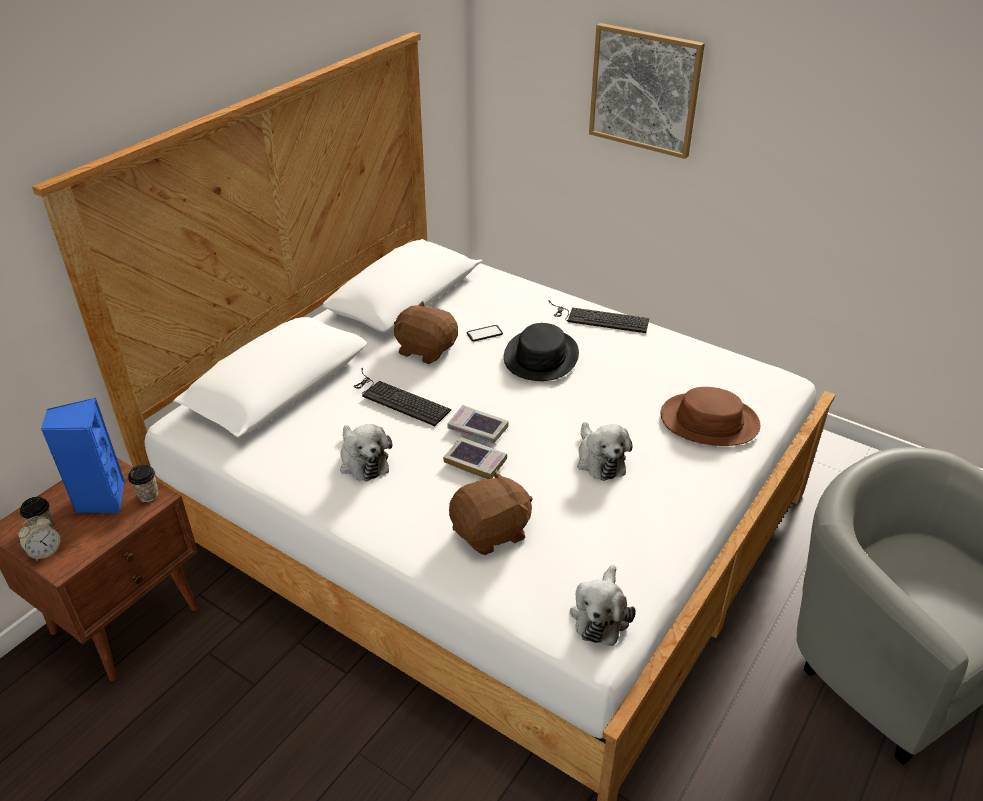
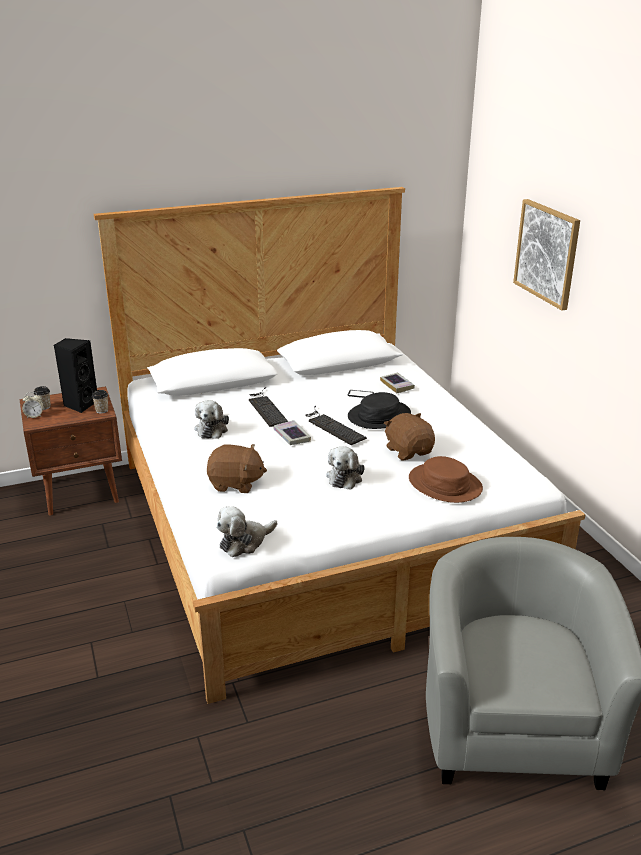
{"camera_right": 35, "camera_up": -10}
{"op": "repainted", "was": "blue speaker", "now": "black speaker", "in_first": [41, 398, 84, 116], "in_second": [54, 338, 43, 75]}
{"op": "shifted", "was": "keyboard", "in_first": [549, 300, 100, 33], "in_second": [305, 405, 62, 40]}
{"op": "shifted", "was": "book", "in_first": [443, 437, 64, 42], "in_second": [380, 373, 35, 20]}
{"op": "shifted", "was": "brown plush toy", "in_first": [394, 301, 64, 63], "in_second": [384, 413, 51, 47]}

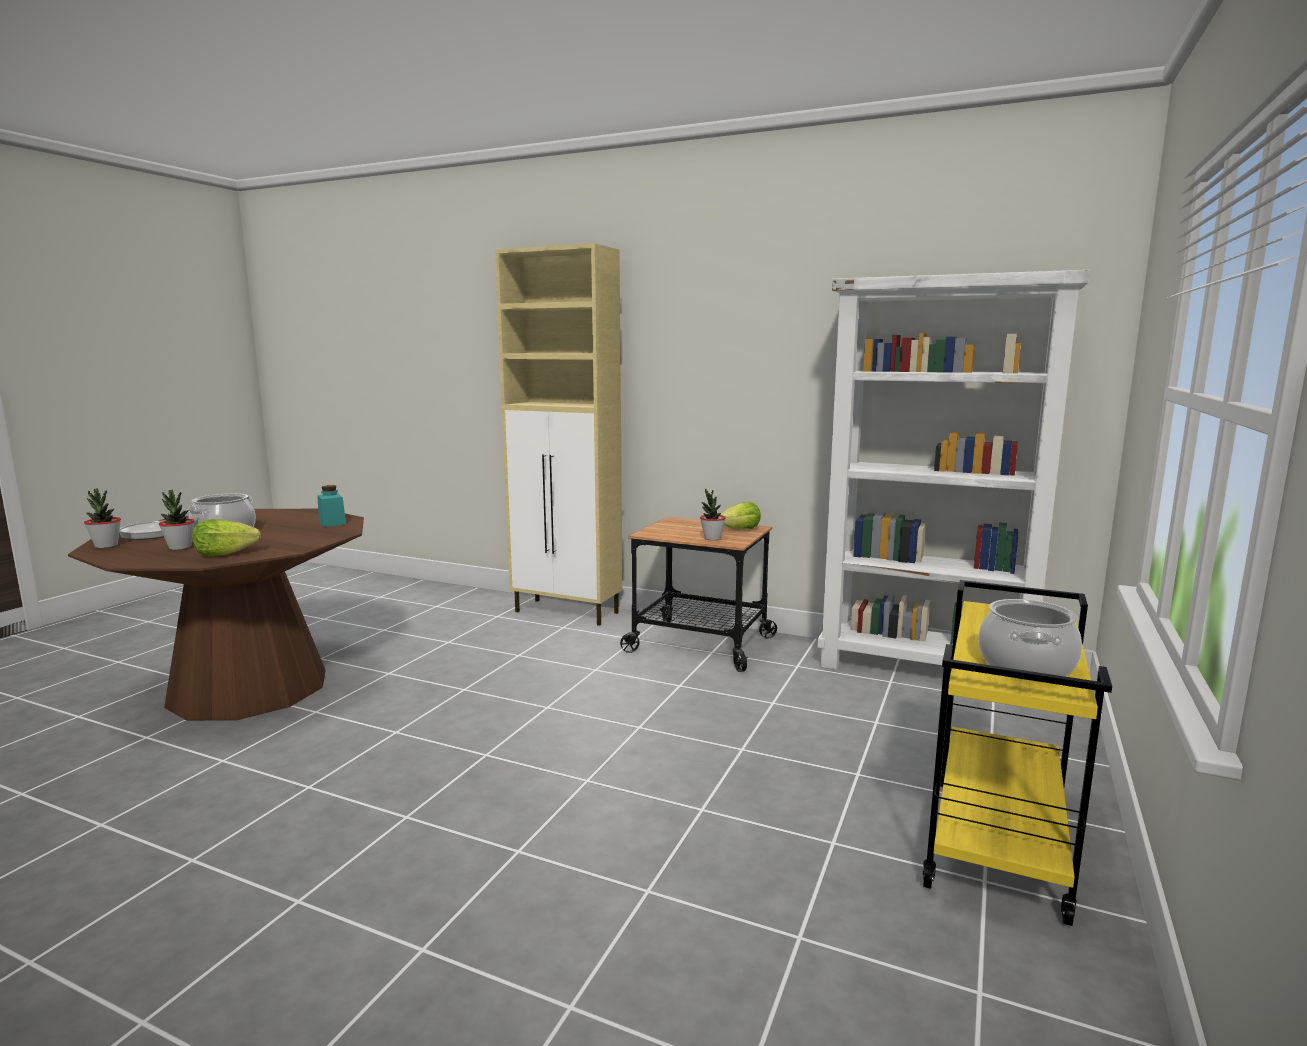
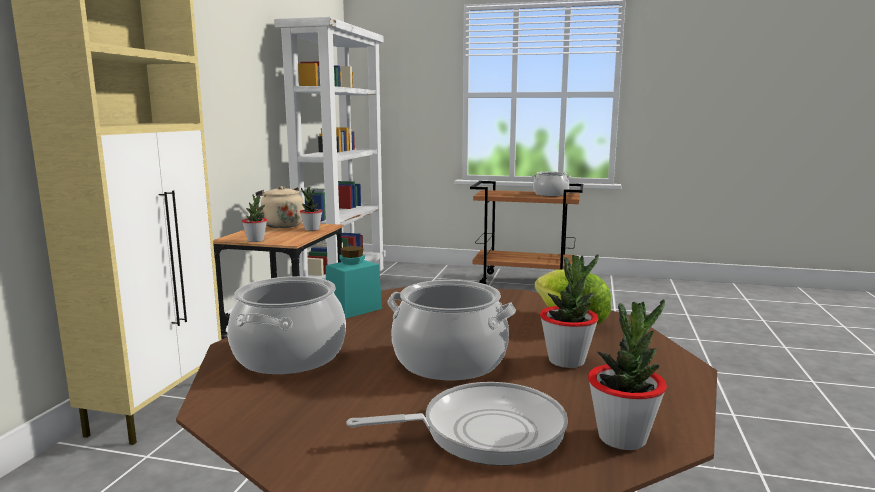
{"camera_right": -100, "camera_up": 0}
{"op": "new", "now": "cooking pot", "in_second": [227, 276, 119, 98]}
{"op": "new", "now": "potted plant", "in_second": [242, 194, 25, 48]}
{"op": "swapped", "was": "lettuce", "now": "beige kettle", "in_first": [720, 502, 41, 28], "in_second": [253, 186, 51, 42]}
{"op": "repainted", "was": "yellow cart", "now": "brown cart", "in_first": [923, 580, 189, 346], "in_second": [470, 181, 113, 103]}

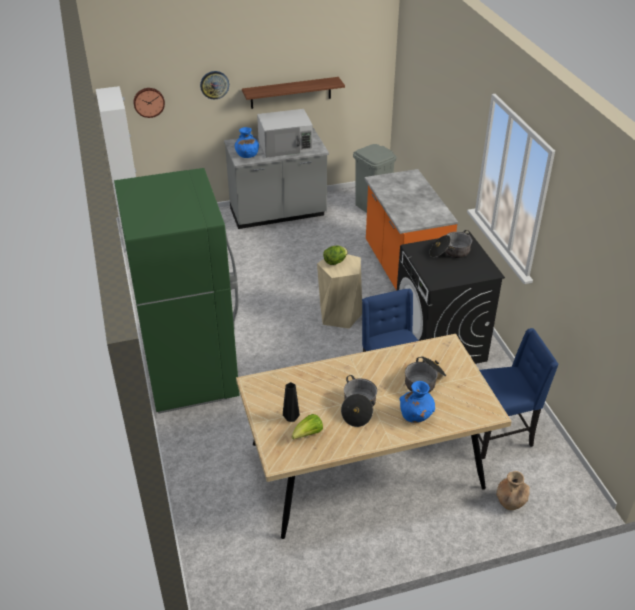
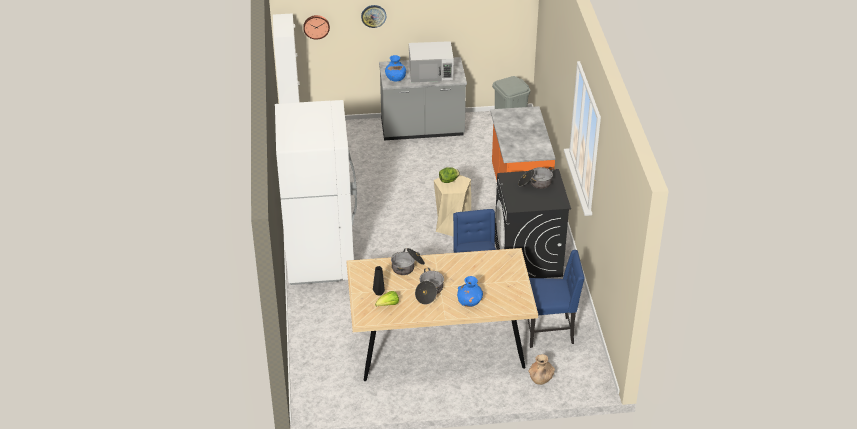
{"camera_right": 10, "camera_up": 0}
{"op": "repainted", "was": "green fridge", "now": "white fridge", "in_first": [114, 168, 126, 245], "in_second": [275, 100, 82, 185]}
{"op": "shifted", "was": "cooking pot", "in_first": [405, 356, 41, 37], "in_second": [391, 248, 34, 27]}
{"op": "gone", "was": "shelf", "in_first": [242, 77, 103, 32]}

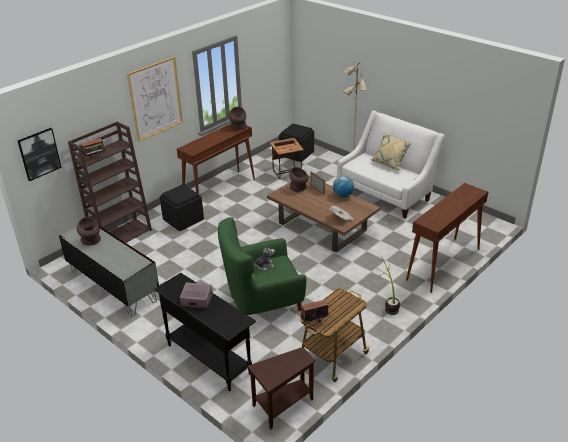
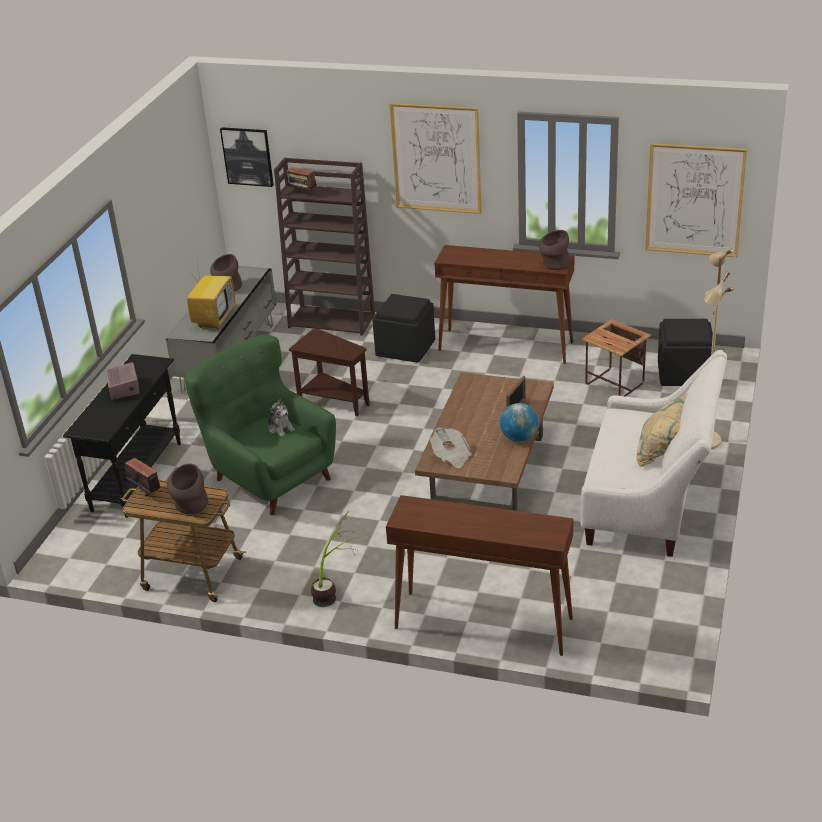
{"camera_right": 65, "camera_up": 0}
{"op": "shifted", "was": "brown vase", "in_first": [290, 167, 19, 25], "in_second": [167, 464, 41, 50]}
{"op": "new", "now": "television", "in_second": [187, 258, 48, 71]}
{"op": "shifted", "was": "brown side table", "in_first": [248, 347, 67, 83], "in_second": [289, 328, 81, 88]}
{"op": "new", "now": "picture", "in_second": [645, 143, 102, 114]}

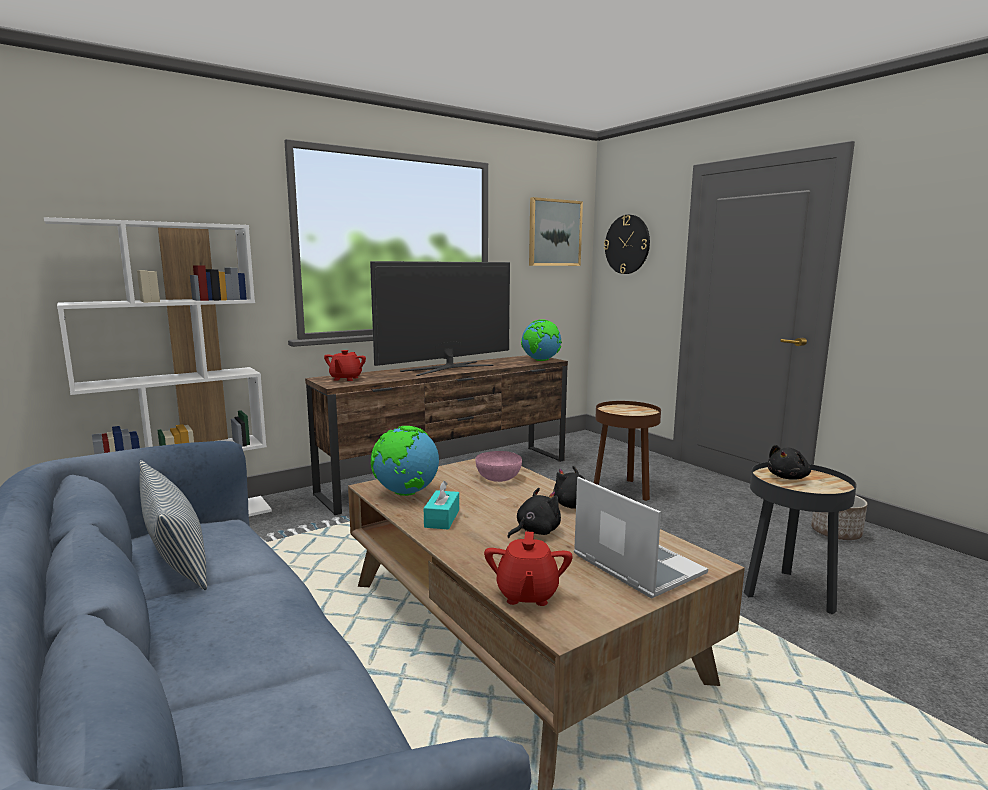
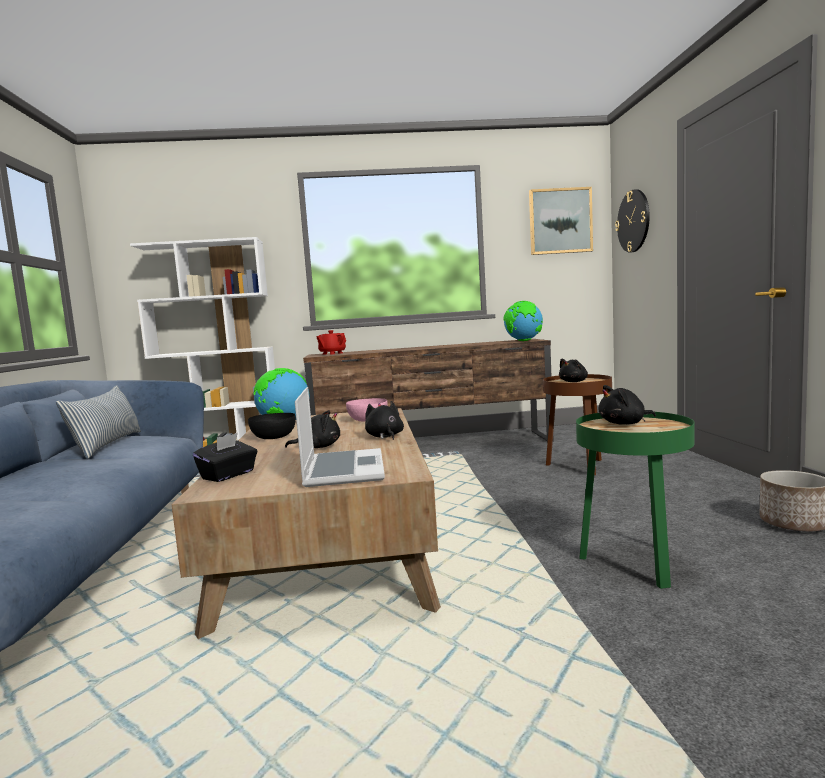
{"camera_right": 30, "camera_up": -5}
{"op": "swapped", "was": "red teapot", "now": "black tissue box", "in_first": [484, 531, 89, 75], "in_second": [193, 433, 64, 49]}
{"op": "swapped", "was": "turquoise tissue box", "now": "black bowl", "in_first": [424, 481, 35, 49], "in_second": [248, 413, 48, 26]}
{"op": "new", "now": "black plush toy", "in_second": [559, 359, 29, 23]}
{"op": "repainted", "was": "black side table", "now": "green side table", "in_first": [744, 462, 113, 152], "in_second": [576, 412, 118, 177]}
{"op": "gone", "was": "television", "in_first": [370, 261, 140, 115]}

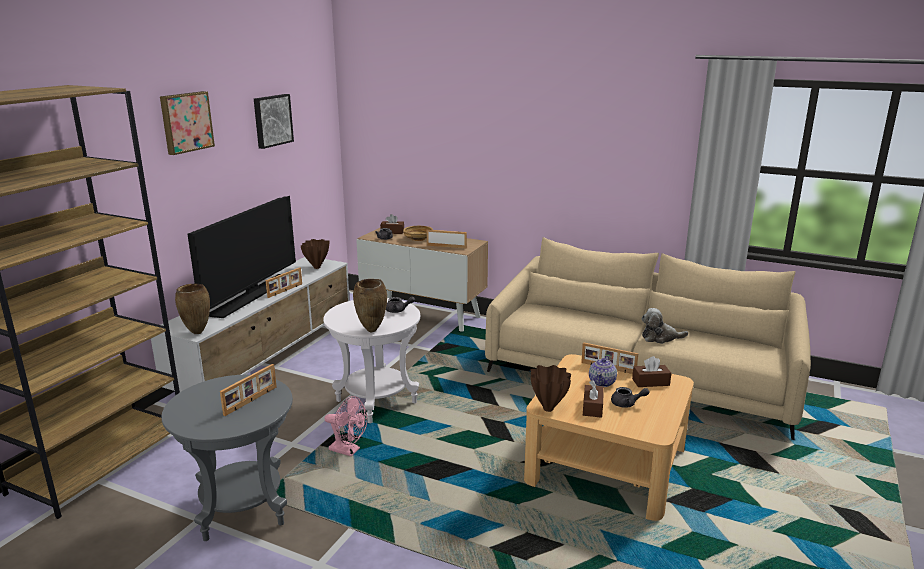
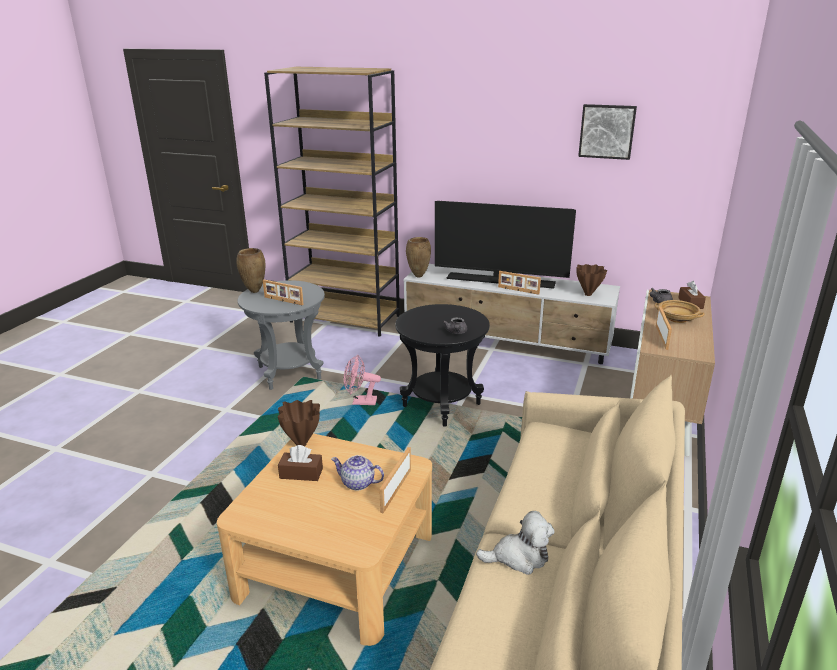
{"camera_right": 85, "camera_up": 5}
{"op": "shifted", "was": "brown vase", "in_first": [353, 279, 34, 53], "in_second": [236, 248, 29, 45]}
{"op": "rotated", "was": "pink fan", "in_first": [324, 396, 43, 60], "in_second": [344, 355, 37, 50], "clockwise": 75}
{"op": "repainted", "was": "white side table", "now": "black side table", "in_first": [323, 298, 97, 125], "in_second": [395, 304, 95, 123]}
{"op": "rotated", "was": "plush toy", "in_first": [642, 308, 46, 36], "in_second": [476, 511, 79, 64], "clockwise": 90}
{"op": "gone", "was": "picture", "in_first": [160, 91, 55, 64]}
{"op": "gone", "was": "grey teapot", "in_first": [611, 387, 38, 21]}
{"op": "gone", "was": "brown tissue box", "in_first": [632, 356, 39, 31]}

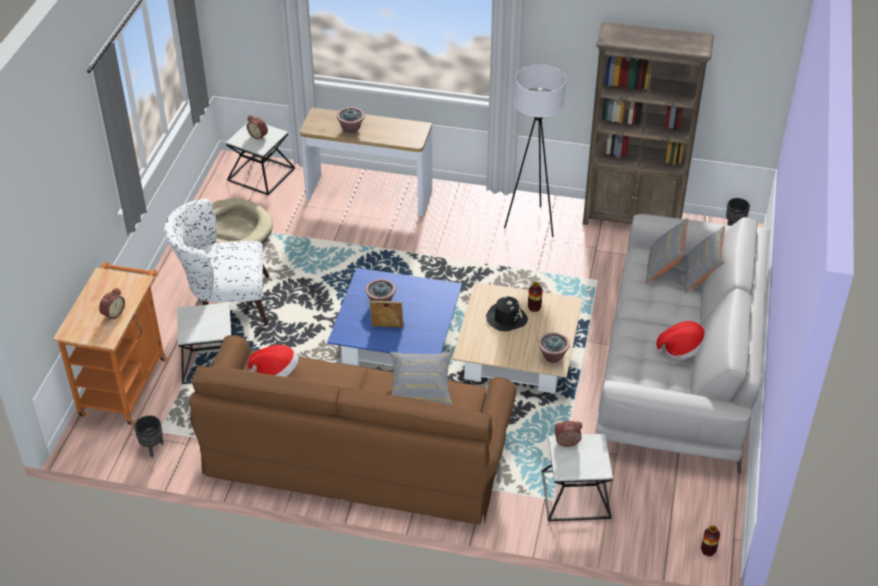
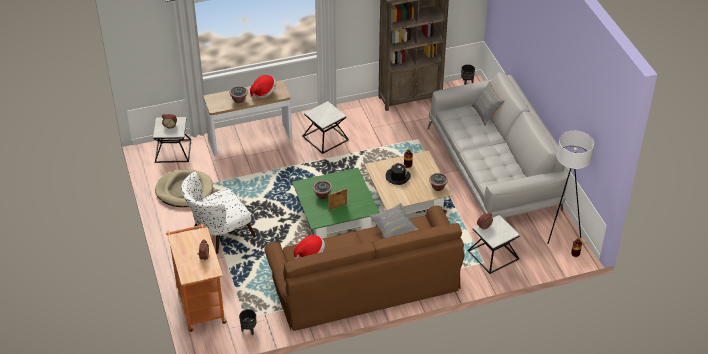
{"camera_right": -30, "camera_up": 0}
{"op": "shifted", "was": "hat", "in_first": [656, 321, 49, 38], "in_second": [250, 75, 26, 23]}
{"op": "repainted", "was": "blue coffee table", "now": "green coffee table", "in_first": [327, 268, 135, 98], "in_second": [292, 168, 88, 70]}
{"op": "shifted", "was": "side table", "in_first": [177, 302, 57, 82], "in_second": [302, 101, 47, 53]}
{"op": "shifted", "was": "white floor lamp", "in_first": [504, 64, 62, 173], "in_second": [547, 131, 47, 113]}
{"op": "gone", "was": "grey pillow", "in_first": [646, 218, 43, 66]}

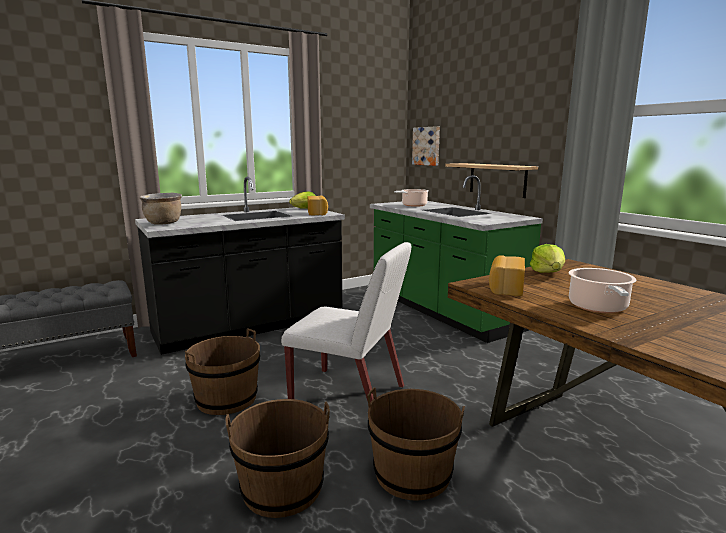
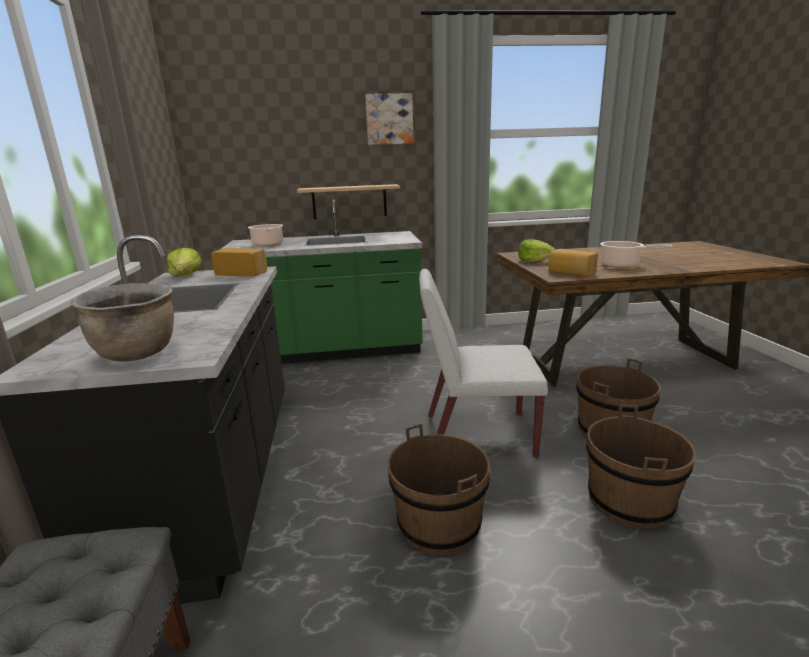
{"camera_right": -65, "camera_up": 5}
{"op": "shifted", "was": "picture", "in_first": [412, 126, 28, 40], "in_second": [365, 93, 49, 52]}
{"op": "rotated", "was": "white chair", "in_first": [281, 242, 130, 161], "in_second": [419, 269, 129, 189], "clockwise": -135}

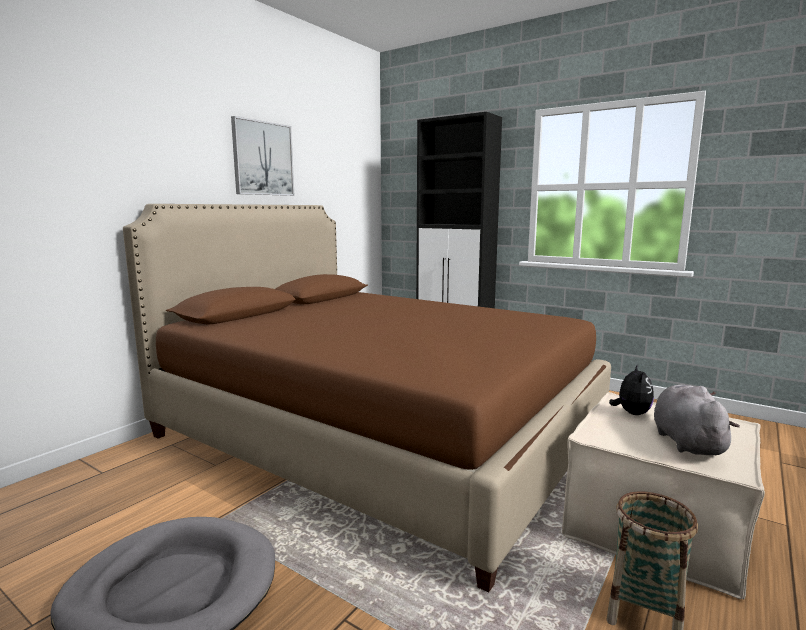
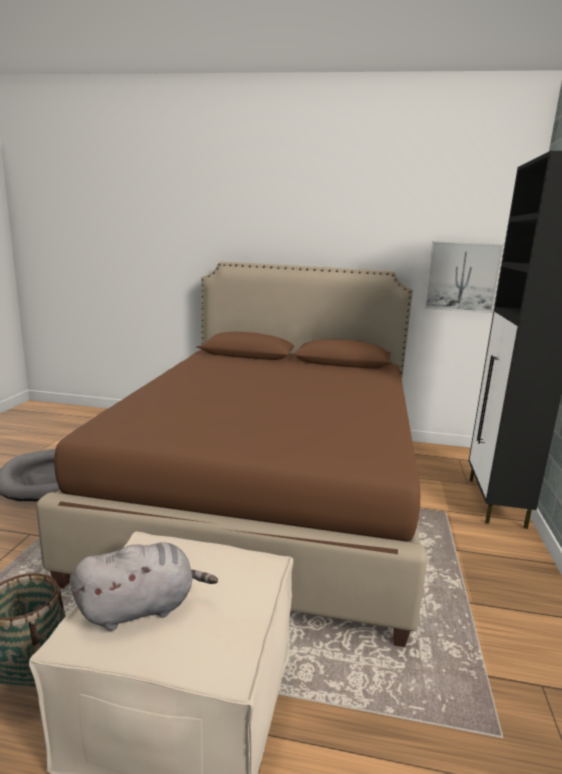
{"camera_right": 65, "camera_up": 5}
{"op": "shifted", "was": "picture", "in_first": [231, 116, 63, 80], "in_second": [424, 241, 80, 72]}
{"op": "gone", "was": "plush toy", "in_first": [609, 364, 45, 51]}

